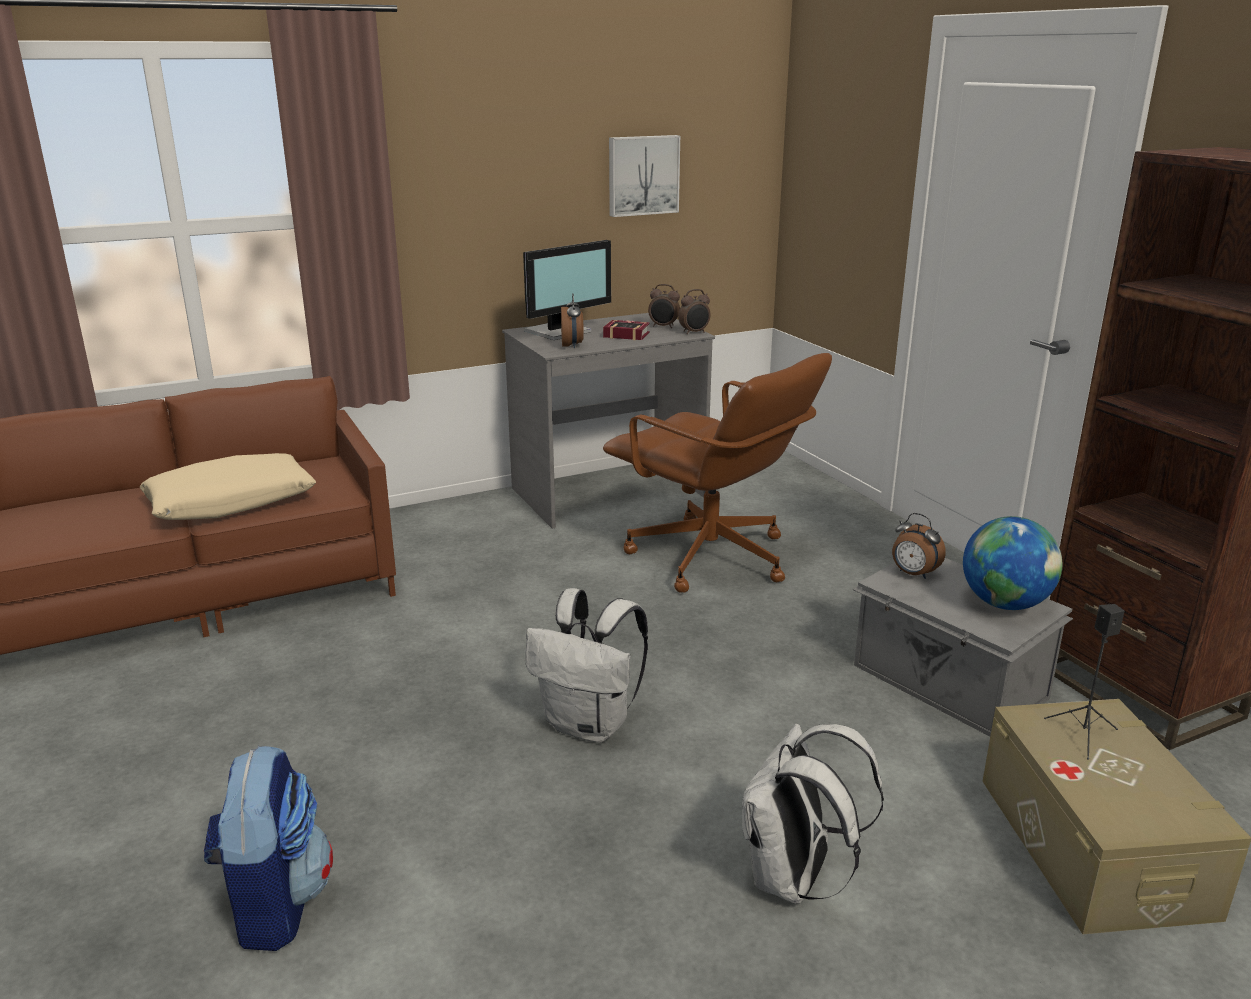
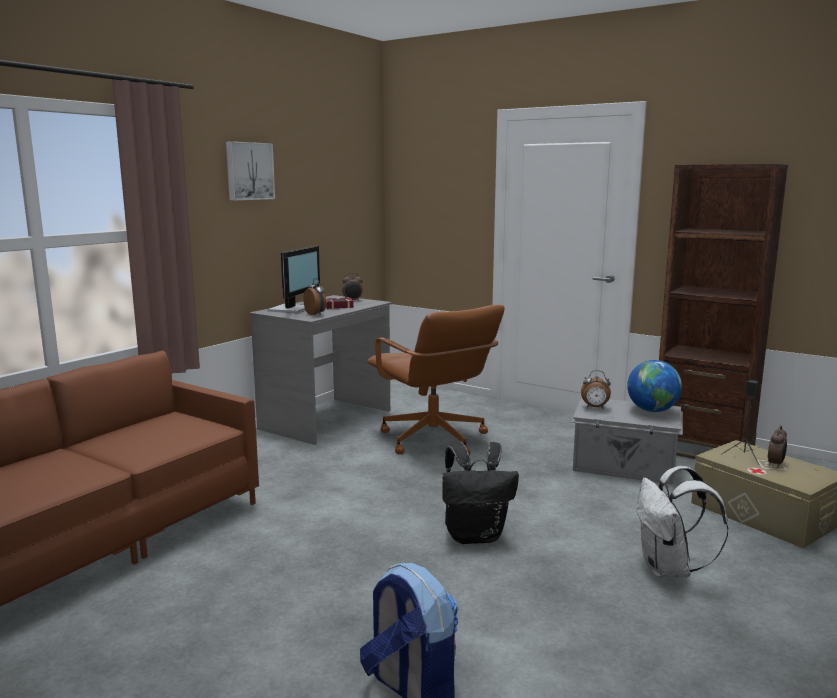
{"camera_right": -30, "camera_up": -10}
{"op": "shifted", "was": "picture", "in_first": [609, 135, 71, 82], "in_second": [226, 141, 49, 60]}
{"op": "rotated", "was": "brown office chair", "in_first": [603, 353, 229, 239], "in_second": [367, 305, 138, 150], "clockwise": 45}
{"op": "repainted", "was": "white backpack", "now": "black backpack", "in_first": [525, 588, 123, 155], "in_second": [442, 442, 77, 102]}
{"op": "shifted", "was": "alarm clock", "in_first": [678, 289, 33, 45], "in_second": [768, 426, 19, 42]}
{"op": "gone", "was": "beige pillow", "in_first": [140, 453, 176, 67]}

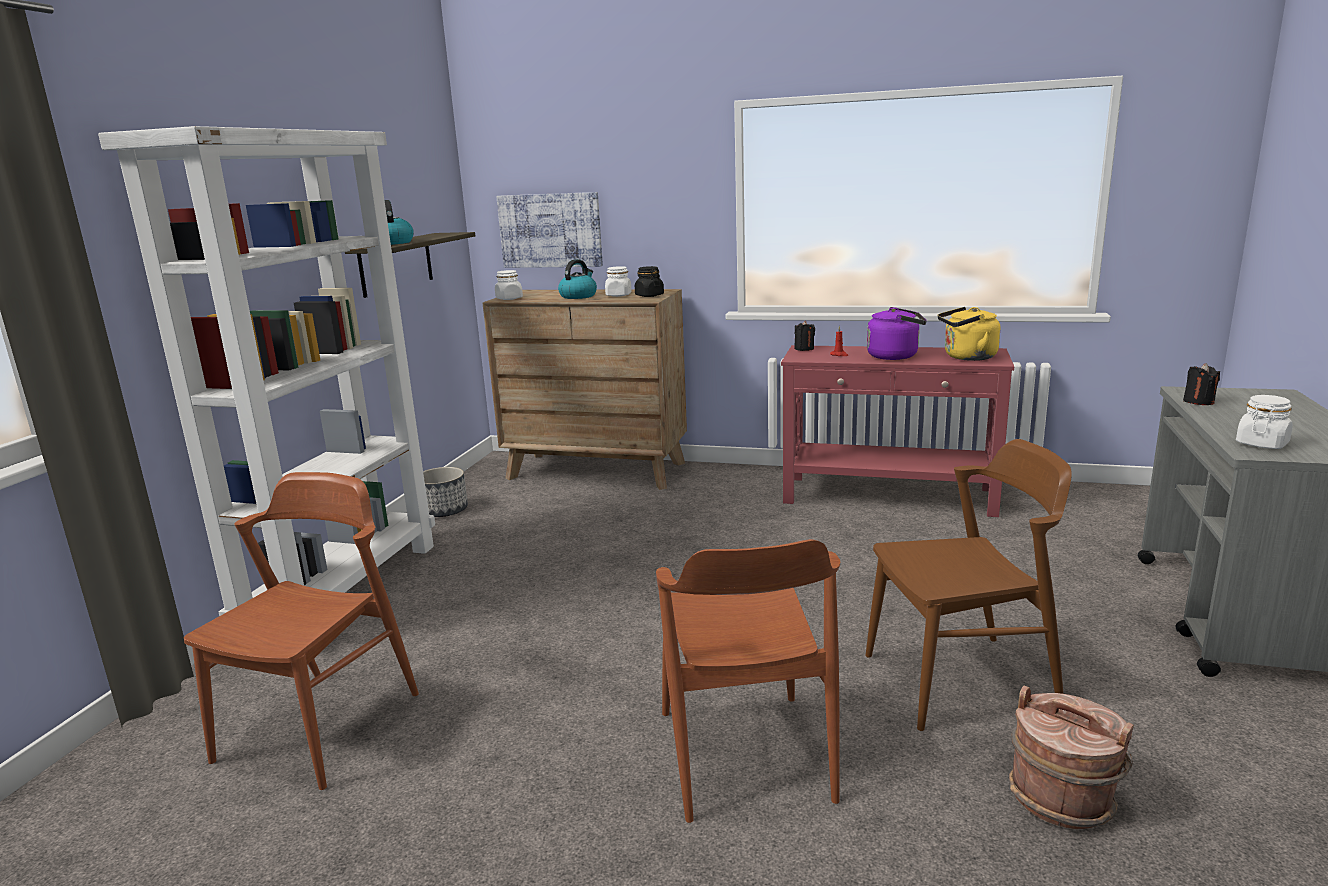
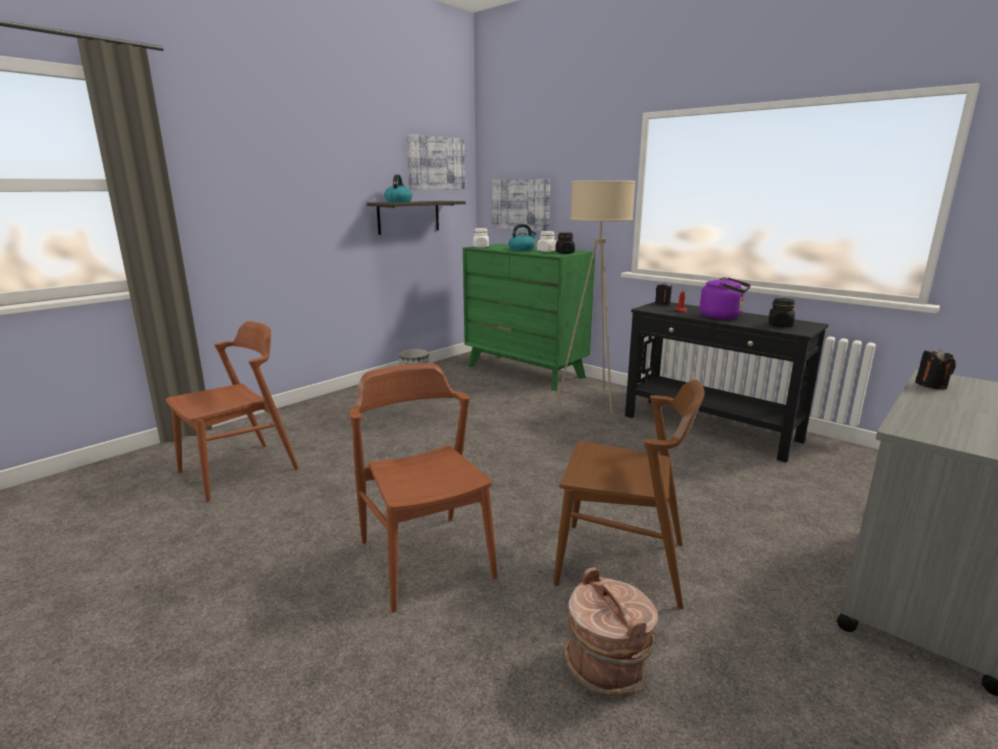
{"camera_right": 25, "camera_up": 0}
{"op": "rotated", "was": "brown chair", "in_first": [656, 539, 184, 284], "in_second": [349, 363, 148, 249], "clockwise": 135}
{"op": "new", "now": "picture", "in_second": [406, 134, 59, 55]}
{"op": "repainted", "was": "brown dresser", "now": "green dresser", "in_first": [483, 289, 204, 201], "in_second": [463, 244, 132, 147]}
{"op": "new", "now": "beige floor lamp", "in_second": [557, 181, 79, 233]}
{"op": "repainted", "was": "red console table", "now": "black console table", "in_first": [781, 345, 233, 172], "in_second": [625, 302, 204, 161]}
{"op": "swapped", "was": "yellow kettle", "now": "black jar", "in_first": [938, 307, 62, 54], "in_second": [768, 298, 27, 29]}
{"op": "gone", "was": "white bookcase", "in_first": [98, 126, 337, 490]}
{"op": "gone", "was": "white jar", "in_first": [1236, 395, 57, 54]}

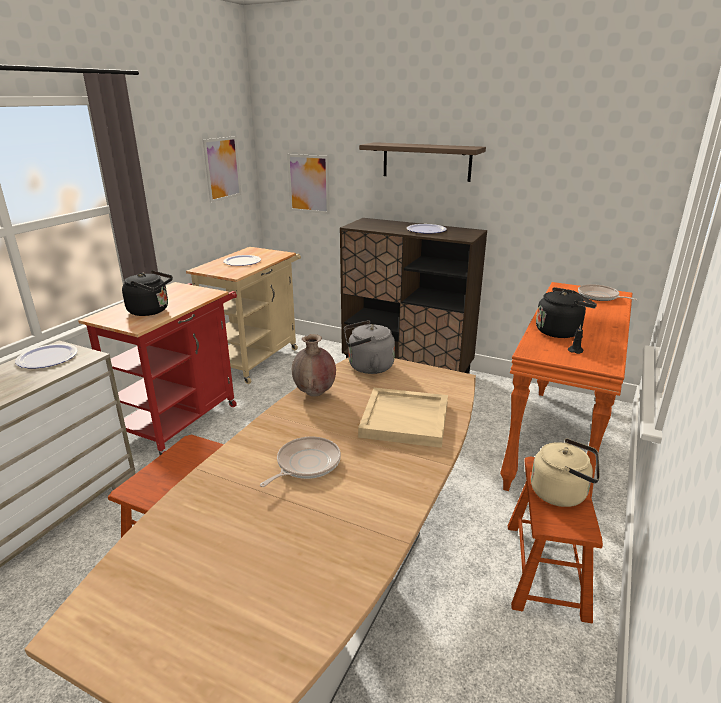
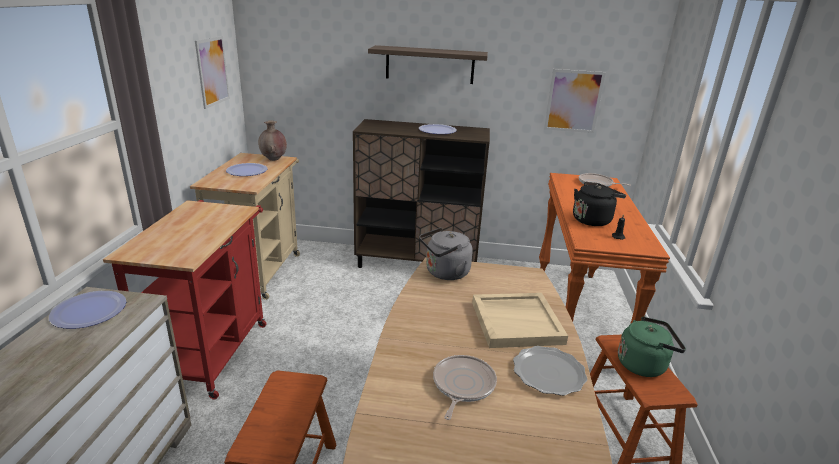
{"camera_right": -20, "camera_up": 0}
{"op": "shifted", "was": "brown vase", "in_first": [292, 334, 44, 63], "in_second": [258, 121, 29, 40]}
{"op": "new", "now": "plate", "in_second": [513, 346, 75, 50]}
{"op": "shifted", "was": "picture", "in_first": [287, 154, 43, 60], "in_second": [544, 69, 62, 64]}
{"op": "repainted", "was": "beige kettle", "now": "green kettle", "in_first": [531, 438, 69, 69], "in_second": [618, 317, 68, 60]}
{"op": "gone", "was": "black kettle", "in_first": [122, 270, 51, 46]}

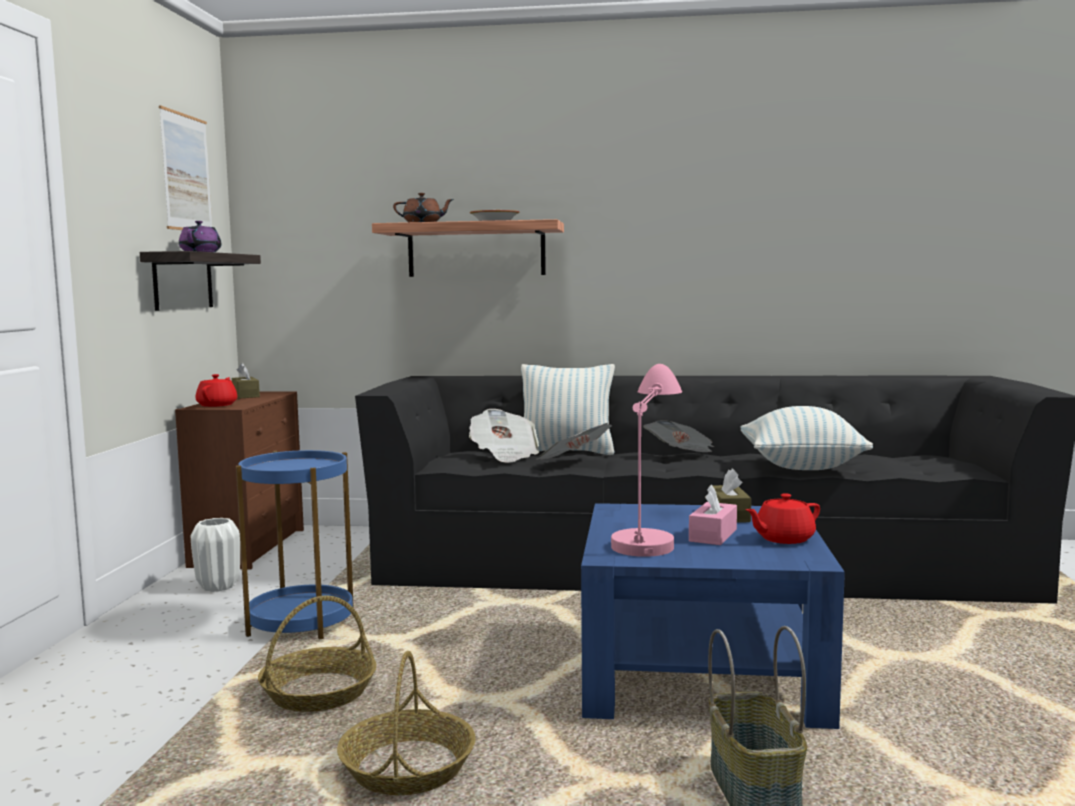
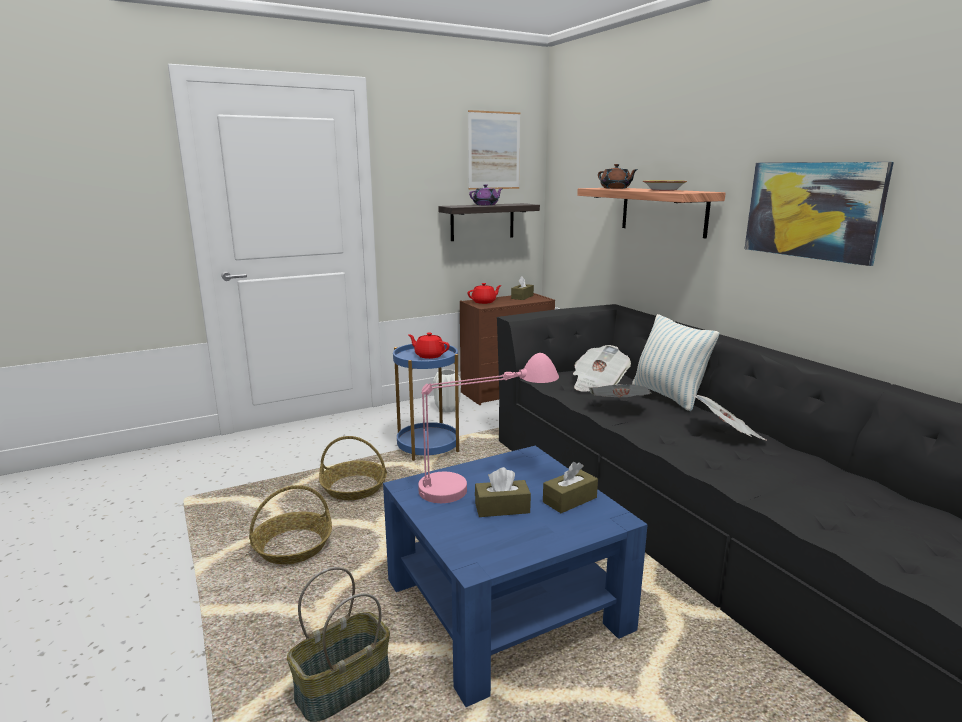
{"camera_right": 55, "camera_up": 10}
{"op": "shifted", "was": "red teapot", "in_first": [745, 493, 75, 51], "in_second": [408, 332, 41, 27]}
{"op": "repainted", "was": "pink tissue box", "now": "brown tissue box", "in_first": [689, 484, 48, 61], "in_second": [475, 467, 56, 50]}
{"op": "new", "now": "picture", "in_second": [745, 162, 149, 104]}
{"op": "gone", "was": "pillow", "in_first": [740, 406, 133, 64]}

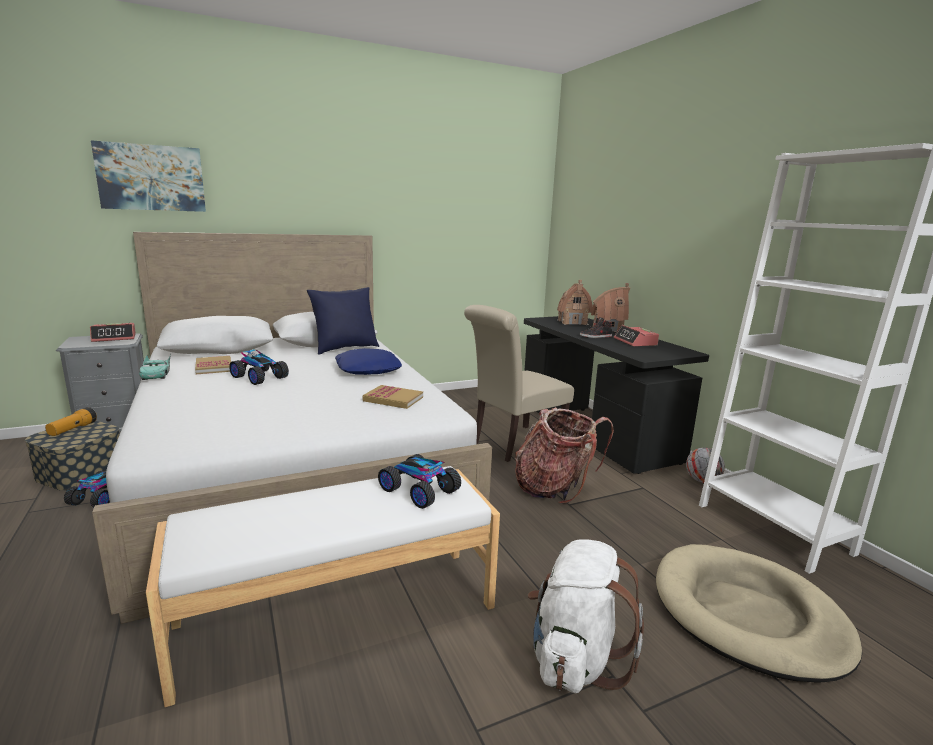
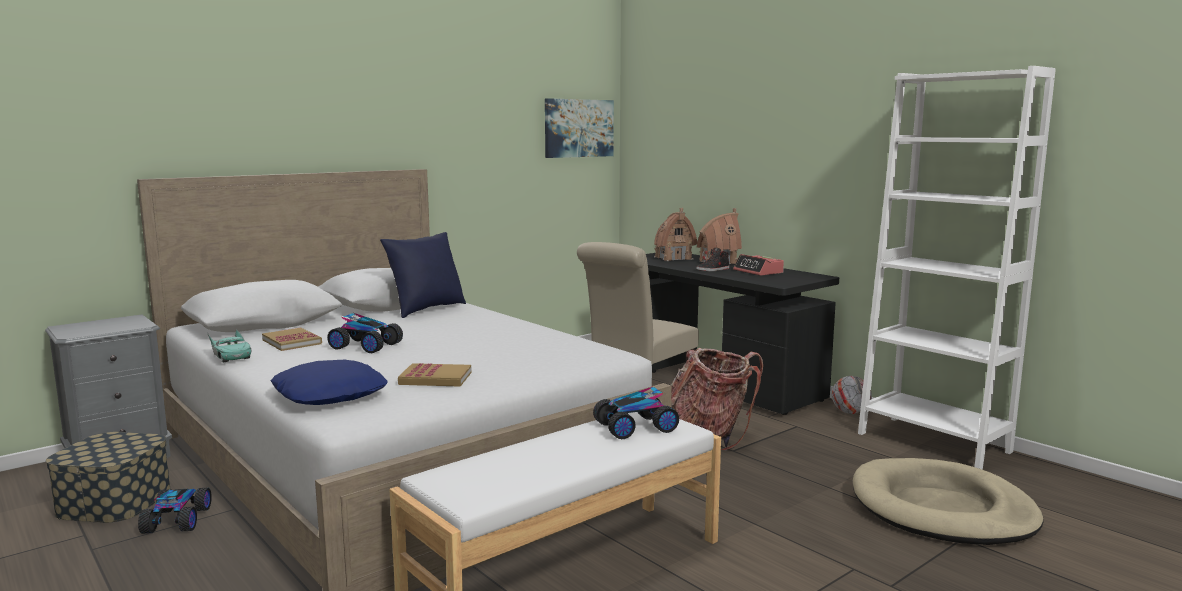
{"camera_right": -15, "camera_up": -5}
{"op": "shifted", "was": "blue pillow", "in_first": [335, 348, 67, 27], "in_second": [271, 360, 116, 45]}
{"op": "shifted", "was": "book", "in_first": [362, 385, 61, 24], "in_second": [398, 363, 74, 24]}
{"op": "shifted", "was": "picture", "in_first": [91, 140, 115, 72], "in_second": [545, 98, 69, 60]}
{"op": "rotated", "was": "toy car", "in_first": [378, 454, 83, 55], "in_second": [593, 387, 86, 52], "clockwise": -45}
{"op": "gone", "was": "flashlight", "in_first": [45, 407, 52, 29]}
{"op": "gone", "was": "alarm clock", "in_first": [90, 323, 46, 19]}
{"op": "gone", "was": "white backpack", "in_first": [528, 539, 116, 154]}

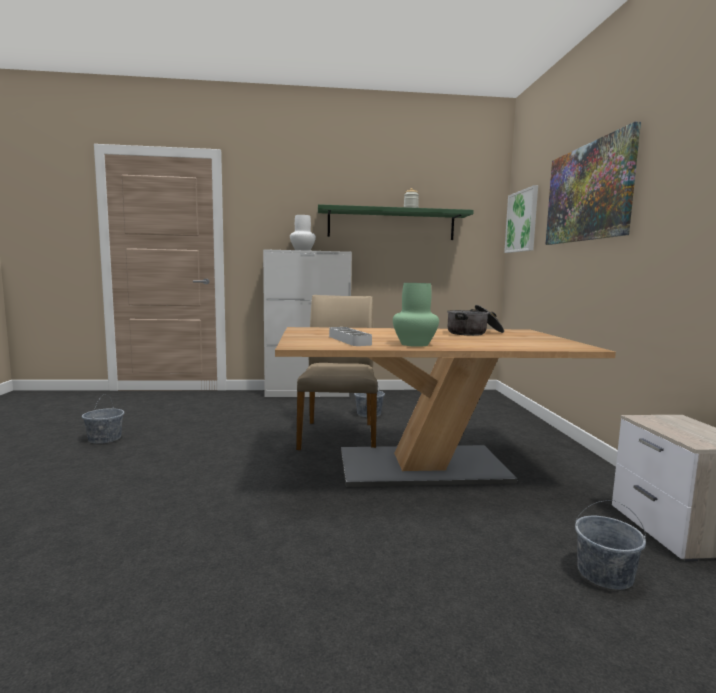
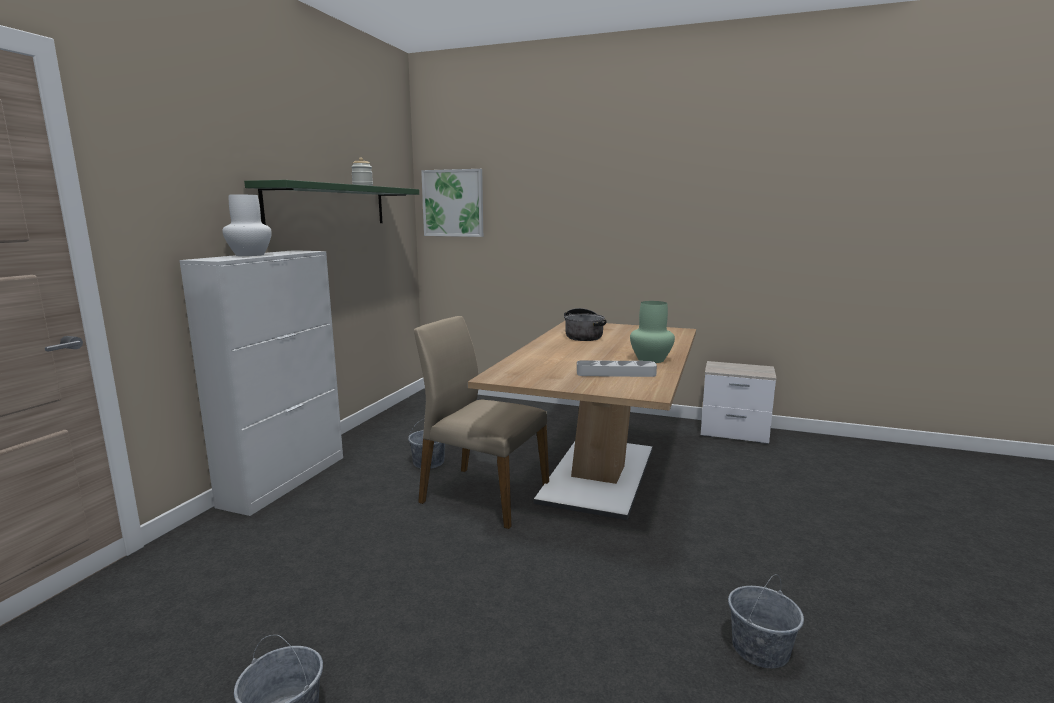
{"camera_right": -65, "camera_up": 5}
{"op": "shifted", "was": "grey bucket", "in_first": [575, 500, 71, 90], "in_second": [728, 575, 76, 93]}
{"op": "gone", "was": "picture", "in_first": [545, 122, 96, 123]}

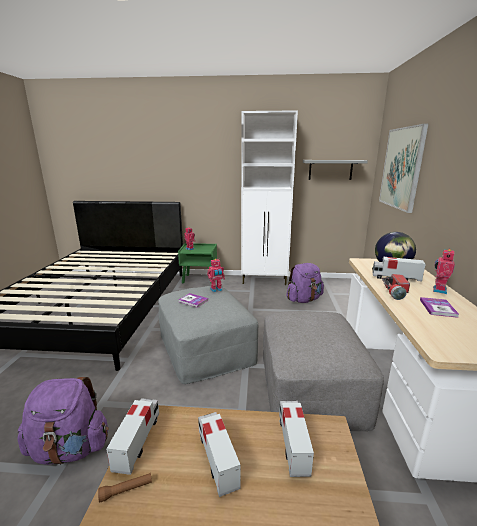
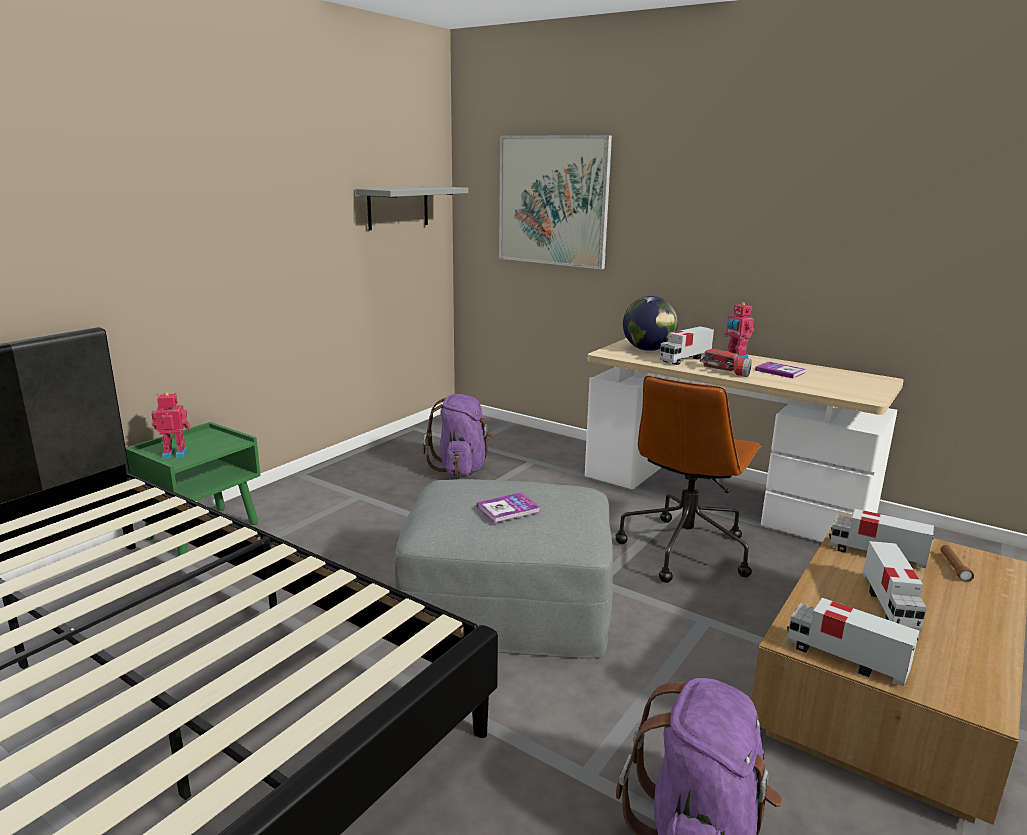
{"camera_right": -60, "camera_up": 0}
{"op": "swapped", "was": "grey ottoman", "now": "brown office chair", "in_first": [263, 311, 121, 120], "in_second": [616, 376, 145, 207]}
{"op": "rotated", "was": "toy truck", "in_first": [198, 412, 42, 85], "in_second": [863, 541, 64, 91], "clockwise": -90}
{"op": "shifted", "was": "brown flashlight", "in_first": [98, 473, 54, 30], "in_second": [941, 545, 33, 37]}
{"op": "gone", "was": "toy robot", "in_first": [207, 259, 18, 33]}
{"op": "gone", "was": "white cabinet", "in_first": [241, 110, 57, 175]}

